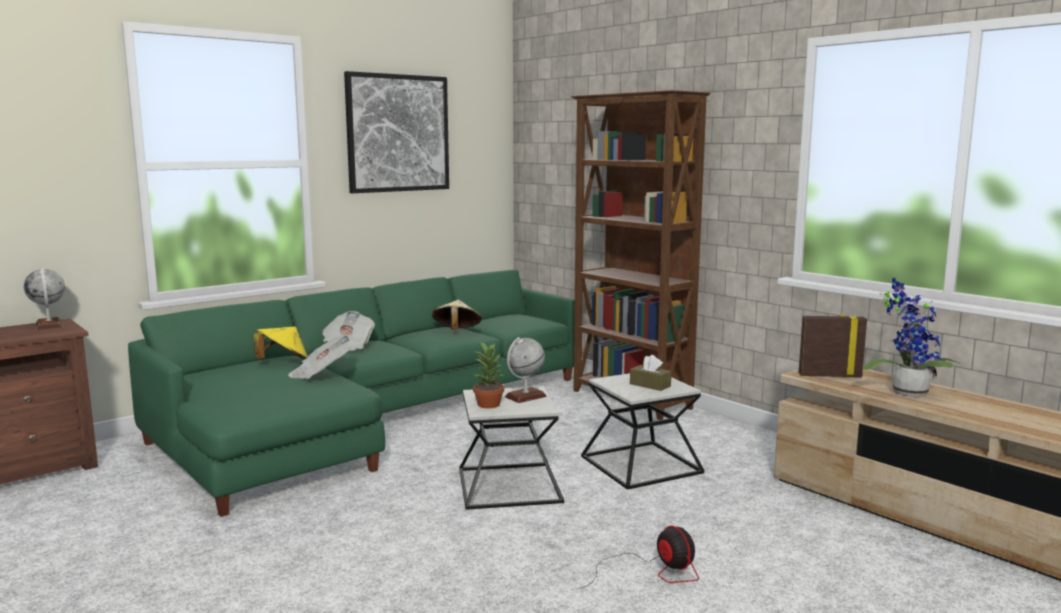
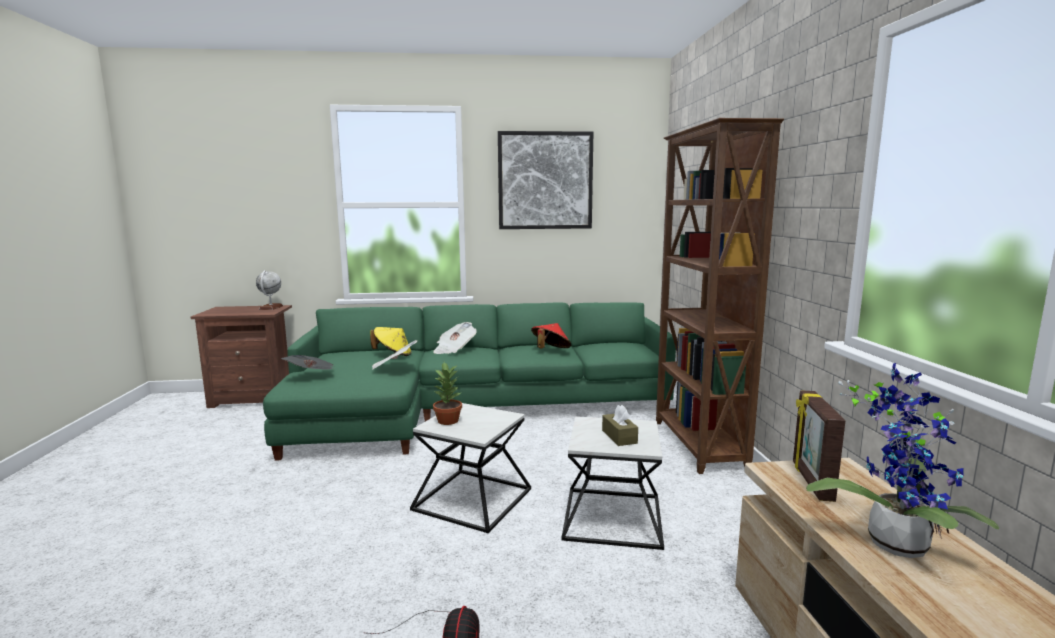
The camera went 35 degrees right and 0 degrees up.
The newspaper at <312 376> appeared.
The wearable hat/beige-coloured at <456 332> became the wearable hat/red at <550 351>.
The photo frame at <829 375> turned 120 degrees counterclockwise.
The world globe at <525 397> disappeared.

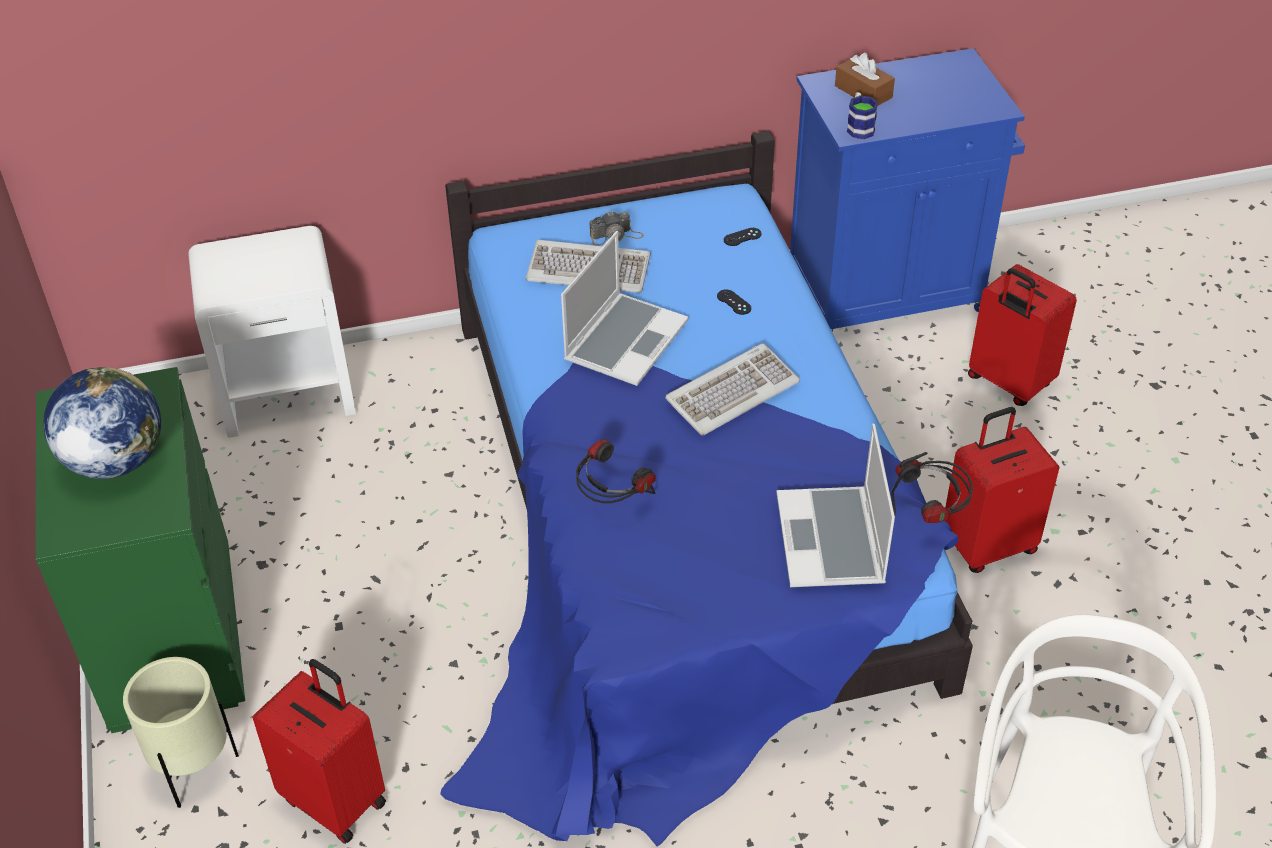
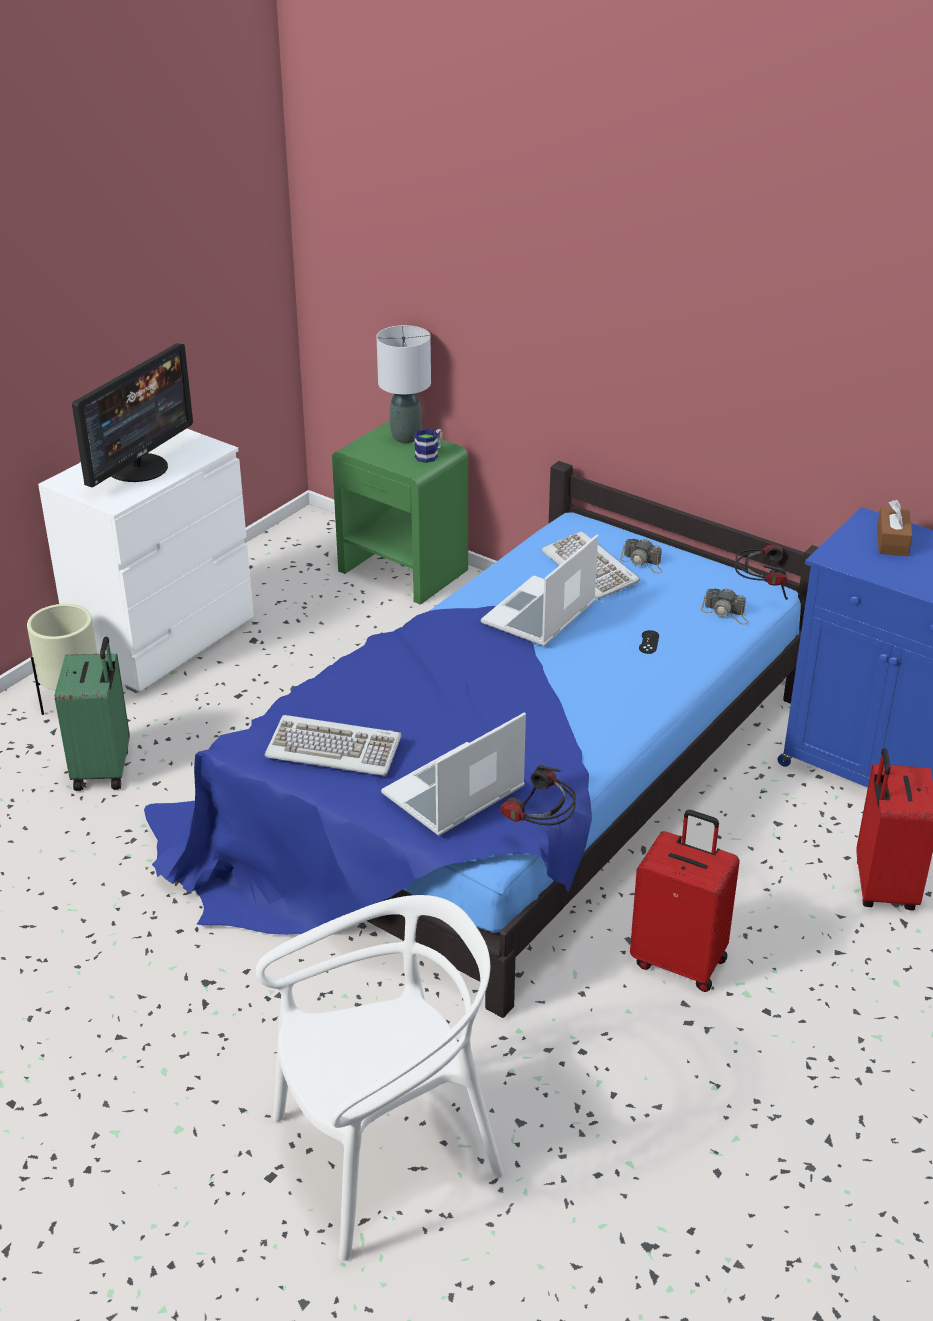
The camera went 50 degrees right and 10 degrees down.
The drawer chest/green at <172 633> became the drawer chest/whitish at <164 639>.
The travel case/red at <336 799> became the travel case/green at <104 769>.
The world globe at <115 461> was replaced by the monitor at <138 467>.
The computer keyboard moved from <732 392> to <334 749>.
The night table/whitish at <288 393> became the night table/green at <404 571>.
The table lamp/greyish at <406 437> appeared.
The coffee mug moved from <859 127> to <430 455>.
The laptop at <625 340> turned 135 degrees clockwise.
The joypad/black-coloured at <742 237> was replaced by the still camera at <726 613>.
The headphones moved from <612 501> to <759 592>.

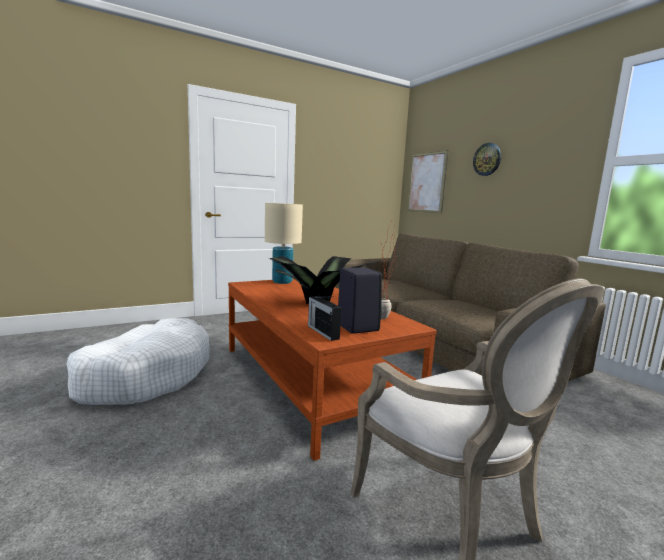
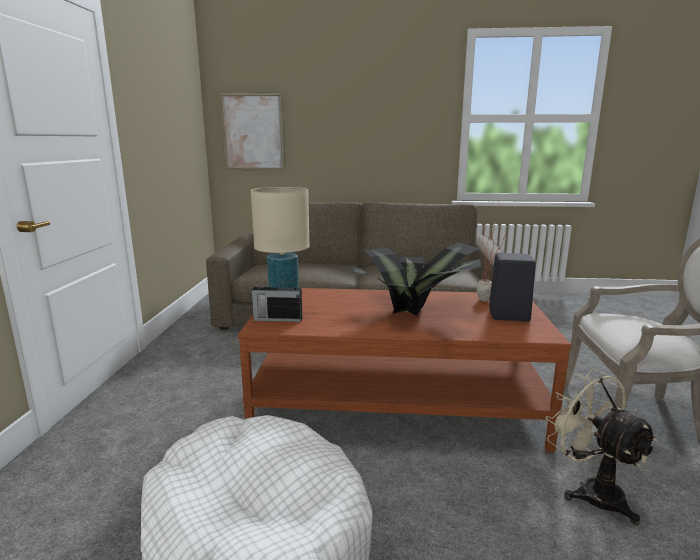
The camera went 55 degrees left and 5 degrees up.
The radio moved from <322 332> to <277 319>.
The electric fan/beige-coloured at <591 491> appeared.
The hanging clock at <487 159> disappeared.

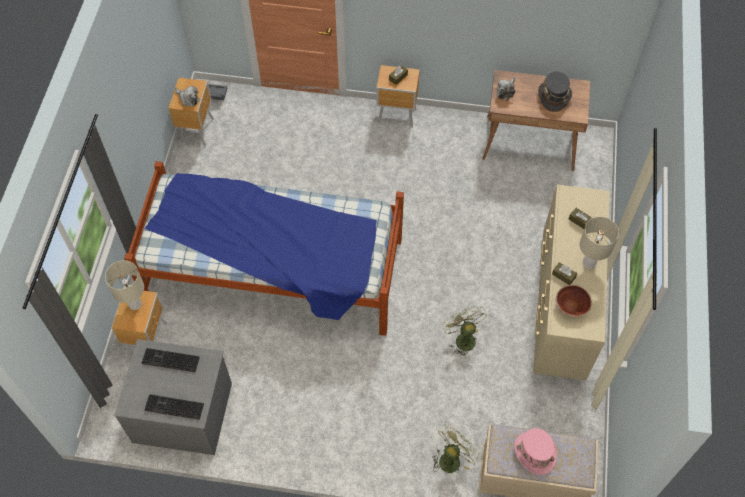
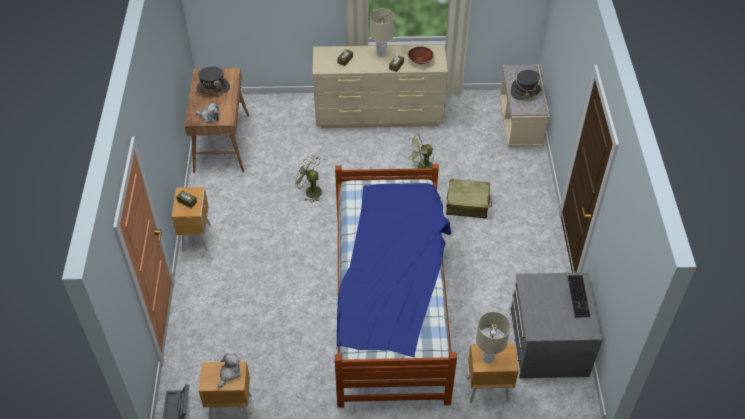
The camera went 100 degrees left and 10 degrees down.
The electric fan/green moved from <452 458> to <310 191>.
The travel case/beige-coloured at <467 204> appeared.
The wearable hat/pinkish at <534 453> became the wearable hat/greyish at <525 91>.
The computer keyboard at <169 361> disappeared.

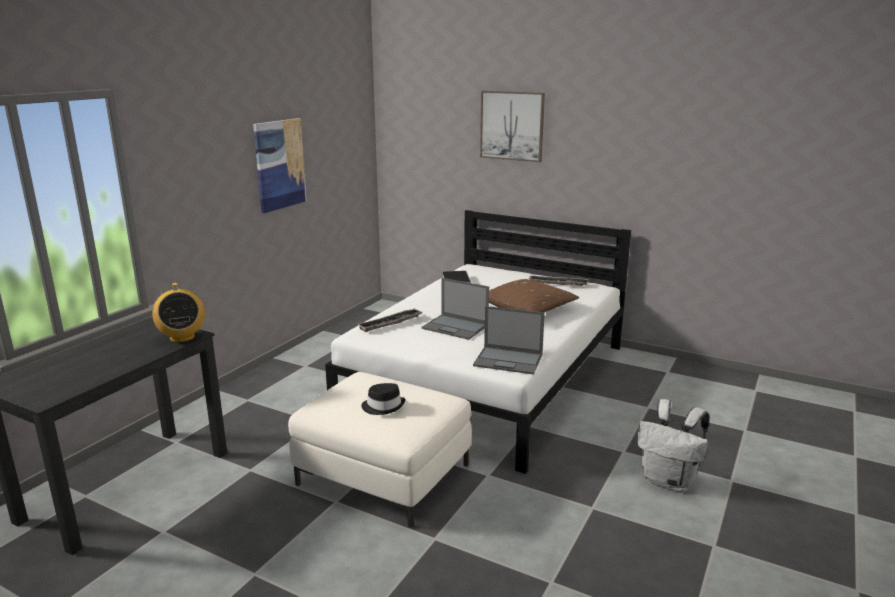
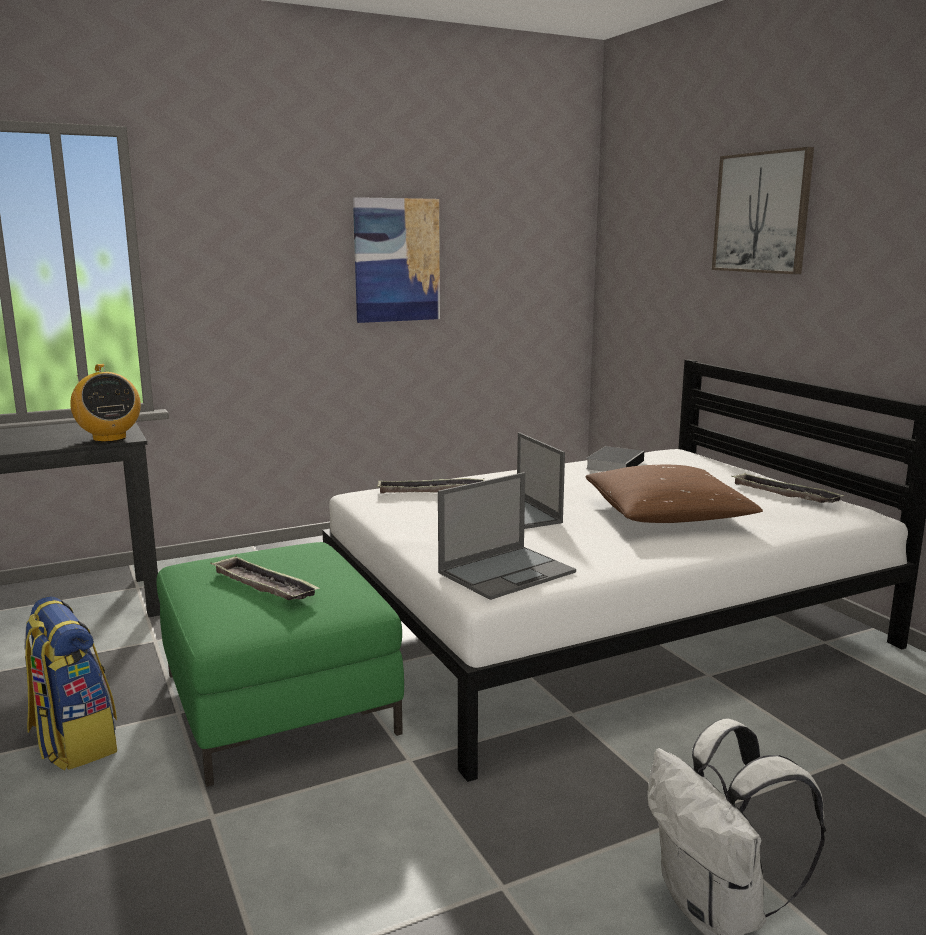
The camera went 35 degrees right and 5 degrees down.
The rucksack at <73 742> appeared.
The radio at <182 337> turned 45 degrees counterclockwise.
The footrest/whitish at <384 475> became the footrest/green at <278 703>.
The wearable hat/black-coloured at <383 406> was replaced by the tray at <263 586>.
The laptop at <509 360> turned 90 degrees counterclockwise.

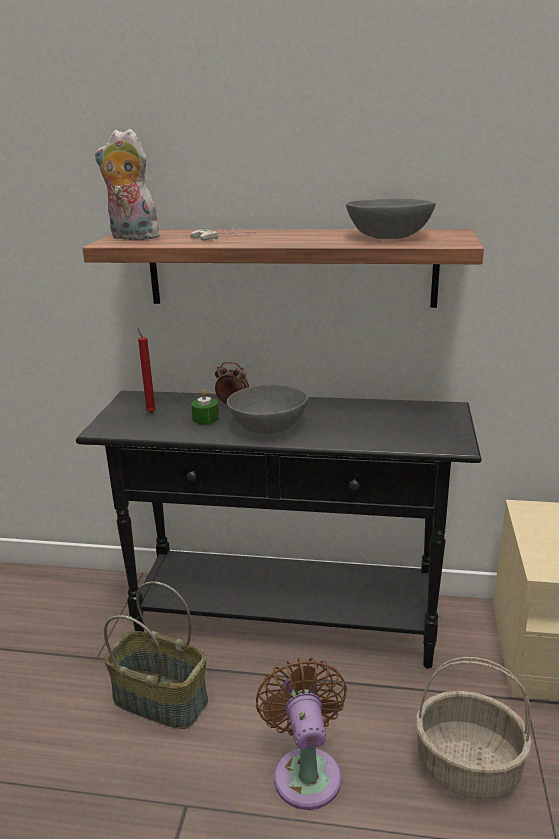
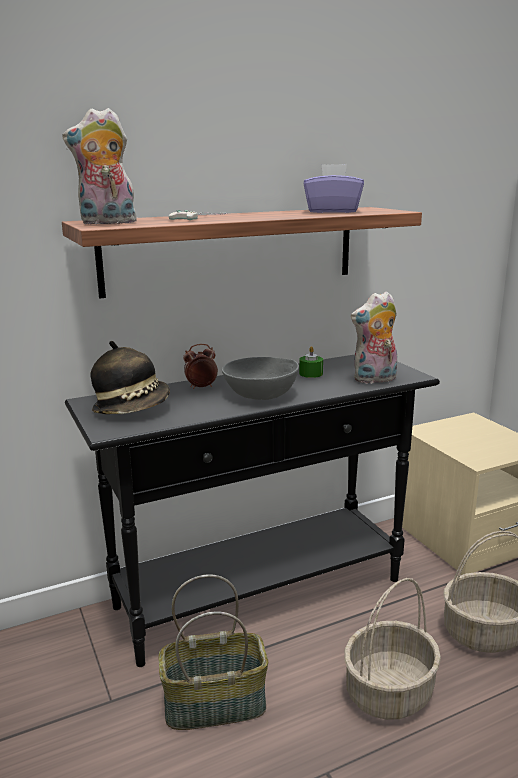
The camera went 35 degrees left and 5 degrees down.
The wax light/red at <150 412> was replaced by the wearable hat at <132 408>.
The wax light/green moved from <205 418> to <311 373>.
The deep dish/greyish at <388 236> was replaced by the box of tissues/purplish at <332 211>.
The electric fan/brown-coloured at <306 771> was replaced by the household basket at <389 693>.
The cuddly toy at <374 380> appeared.

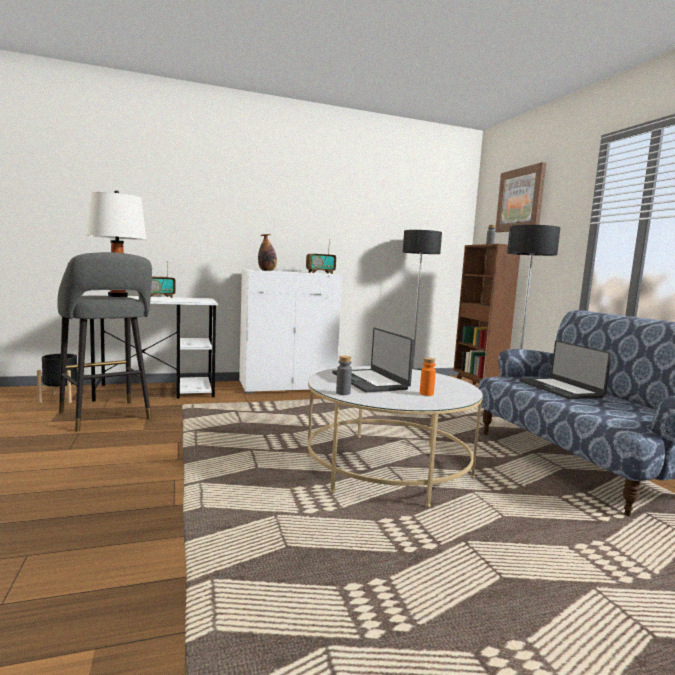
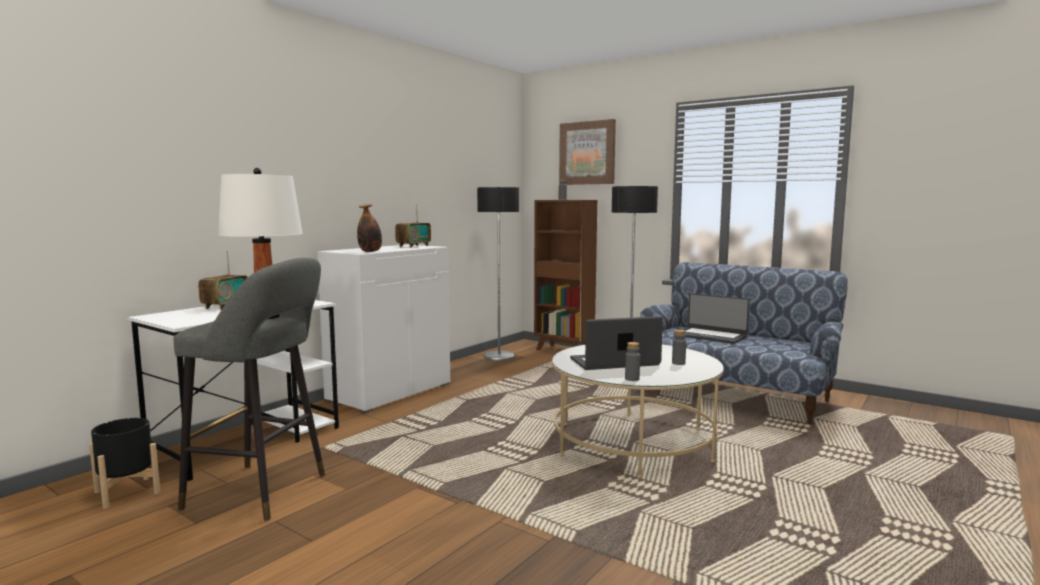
The camera went 35 degrees left and 0 degrees up.
The laptop at <370 381> turned 135 degrees clockwise.
The beverage bottle/orangey at <426 394> became the beverage bottle/greyish at <678 363>.

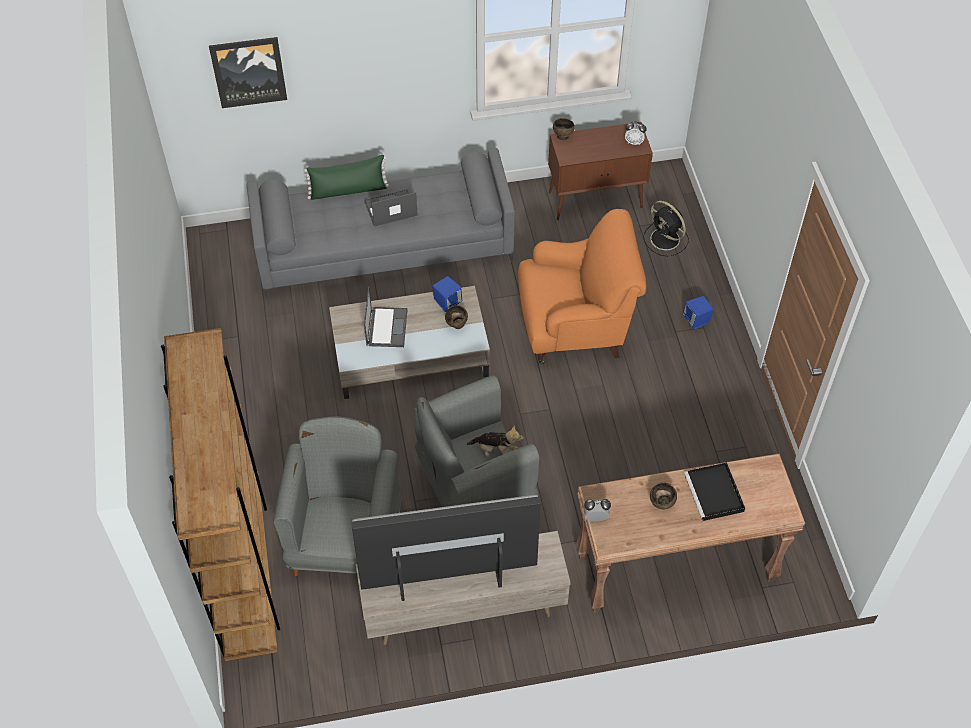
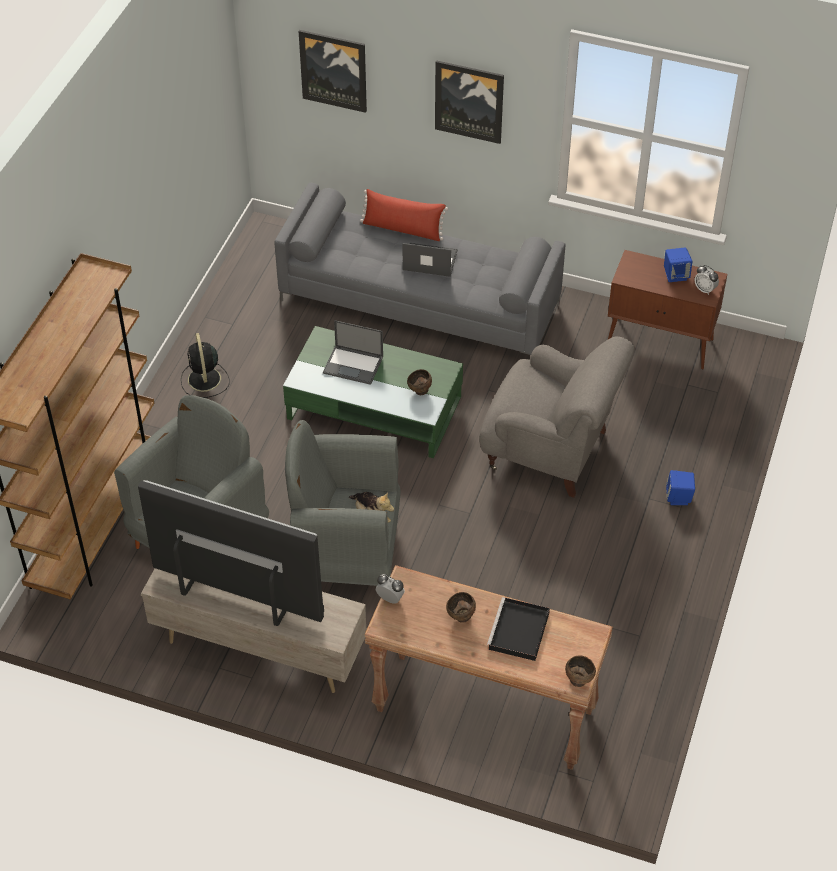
The camera went 30 degrees right and 5 degrees down.
The electric fan/black-coloured moved from <666 240> to <204 380>.
The lounge table/beige-coloured at <410 355> became the lounge table/green at <374 408>.
The laptop at <386 327> turned 75 degrees clockwise.
The throw pillow/green at <348 190> became the throw pillow/red at <403 229>.
The wall picture at <469 101> appeared.
The lounge chair/orangey at <575 327> became the lounge chair/greyish at <550 451>.
The deep dish/brown-coloured moved from <562 136> to <578 679>.
The speaker/blue-coloured moved from <447 302> to <676 275>.

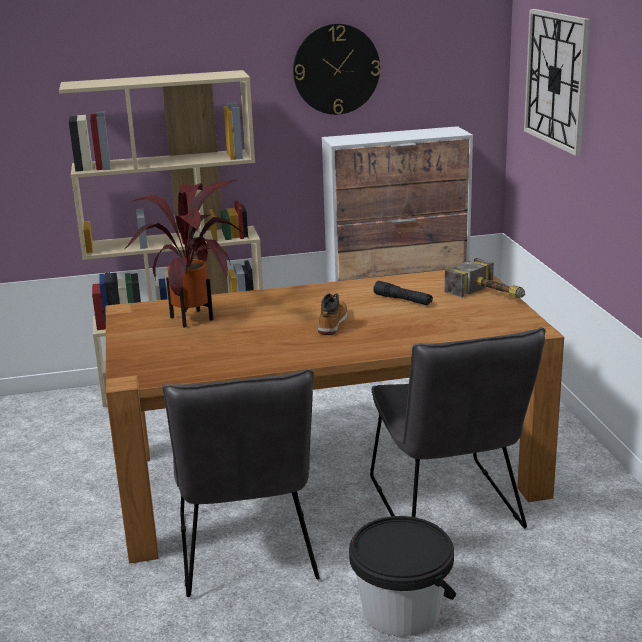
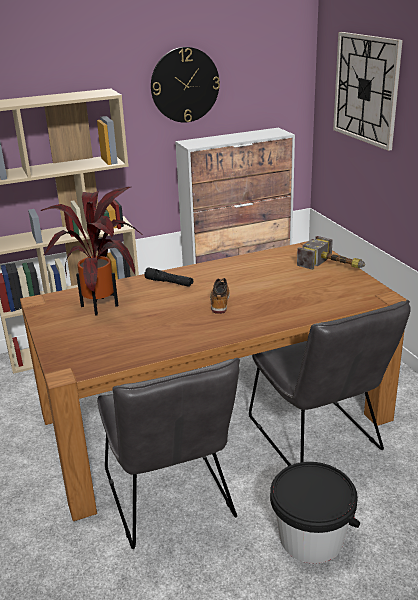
The camera went 10 degrees left and 5 degrees up.
The torch/black-coloured moved from <403 300> to <169 282>.

